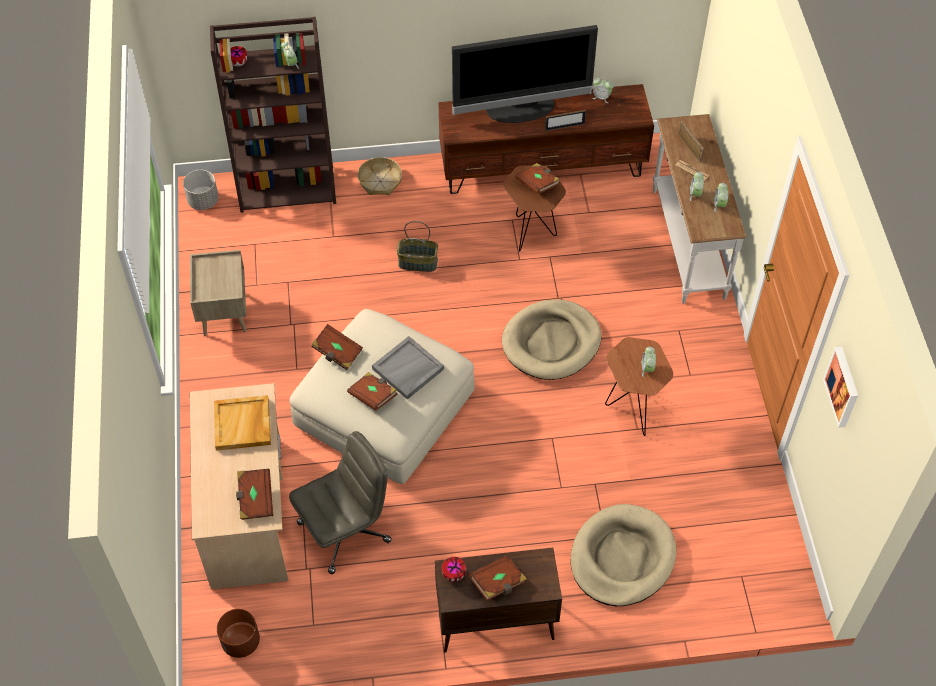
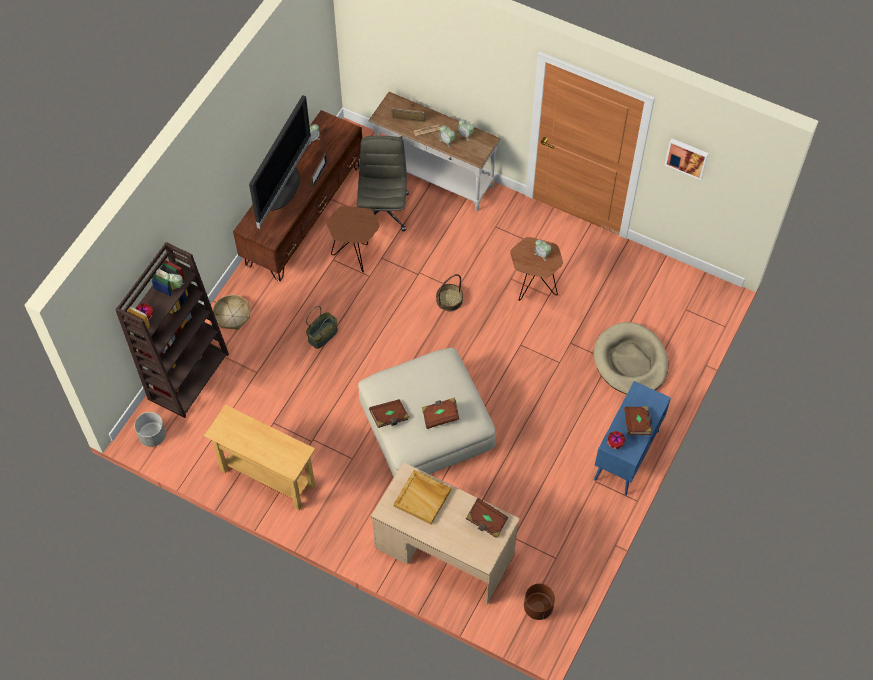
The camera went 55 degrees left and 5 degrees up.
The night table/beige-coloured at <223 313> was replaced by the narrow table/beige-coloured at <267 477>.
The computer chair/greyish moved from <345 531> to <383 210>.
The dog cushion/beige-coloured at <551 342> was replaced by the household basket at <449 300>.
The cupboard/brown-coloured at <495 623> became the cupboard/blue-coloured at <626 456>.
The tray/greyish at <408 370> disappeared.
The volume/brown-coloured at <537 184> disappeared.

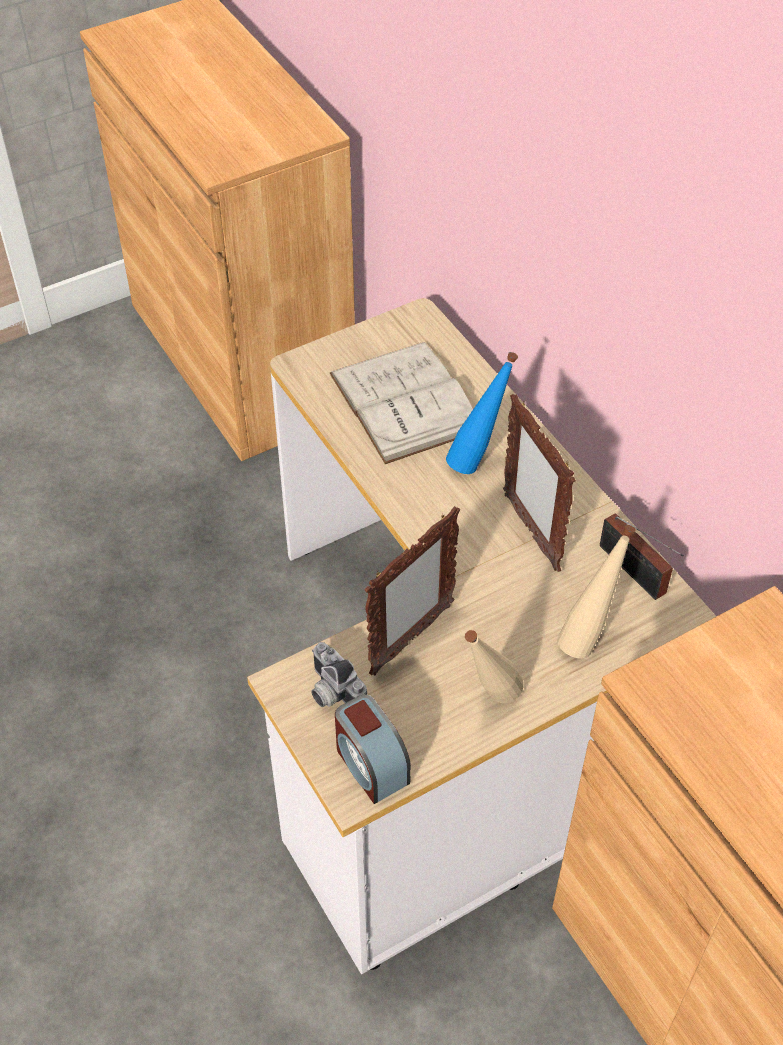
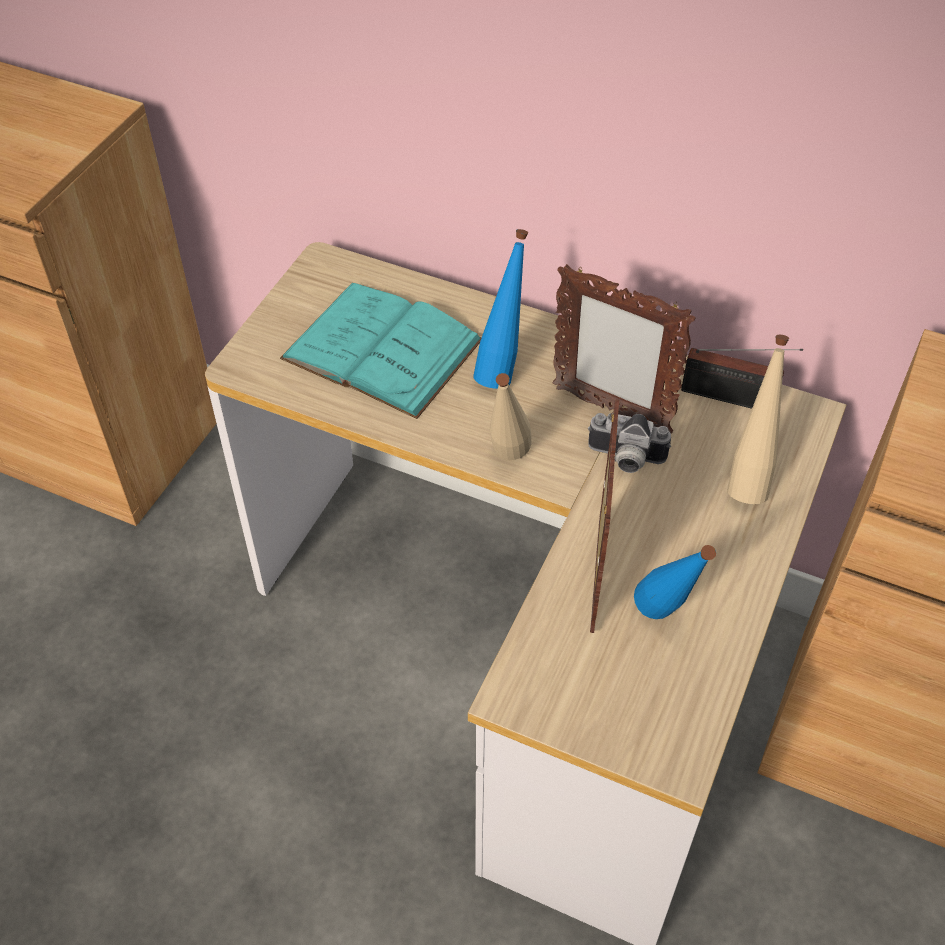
The camera went 35 degrees left and 0 degrees up.
The volume/whitish at <405 401> became the volume/turquoise-coloured at <382 349>.
The beverage bottle/beige-coloured moved from <488 702> to <507 464>.
The still camera moved from <331 692> to <625 459>.
The beverage bottle/blue-coloured at <664 623> appeared.
The bedside clock at <370 764> disappeared.

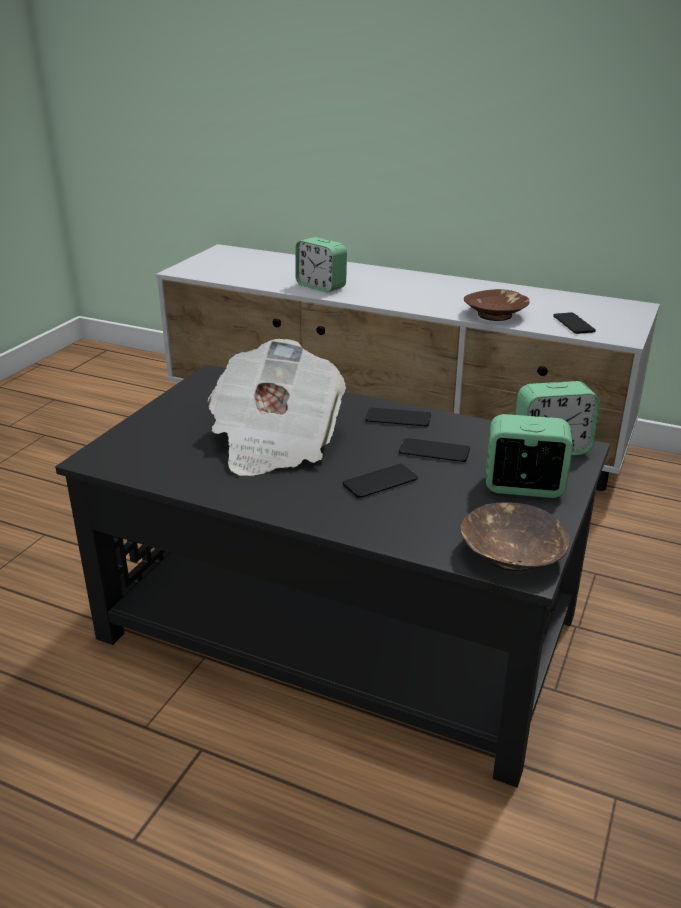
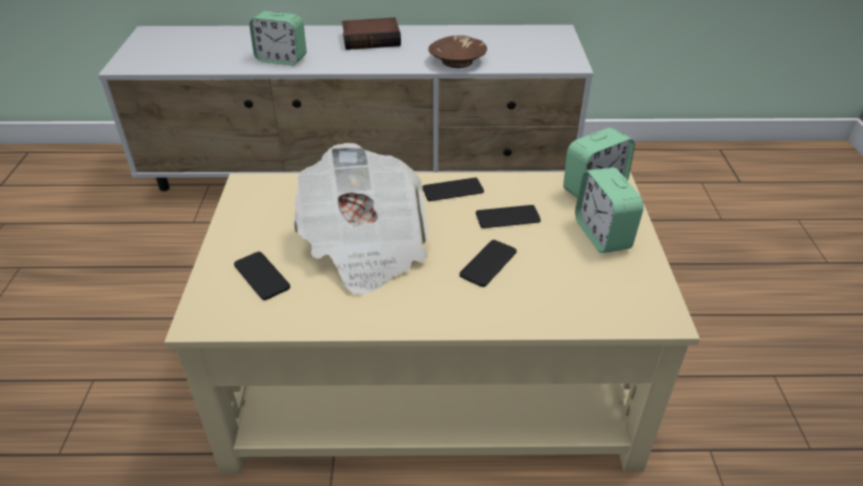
The camera went 25 degrees left and 10 degrees up.
The lounge table/black-coloured at <337 625> became the lounge table/beige-coloured at <429 379>.
The phone moved from <573 324> to <261 276>.
The volume at <372 39> appeared.
The bedside clock at <524 487> turned 90 degrees counterclockwise.
The deep dish/brown-coloured at <510 553> disappeared.

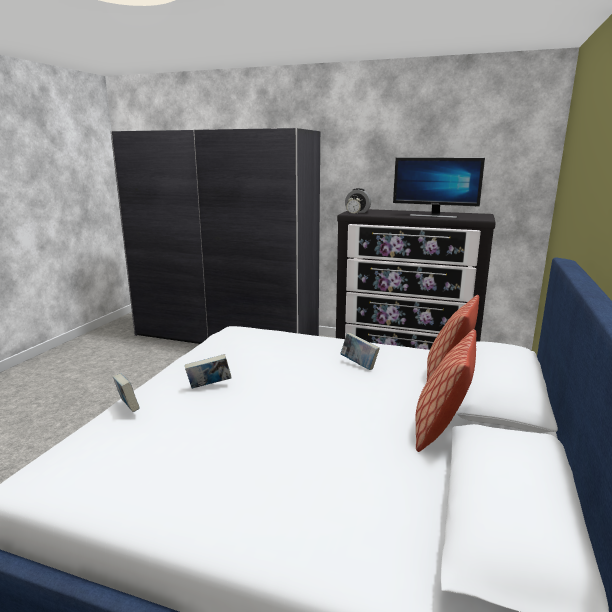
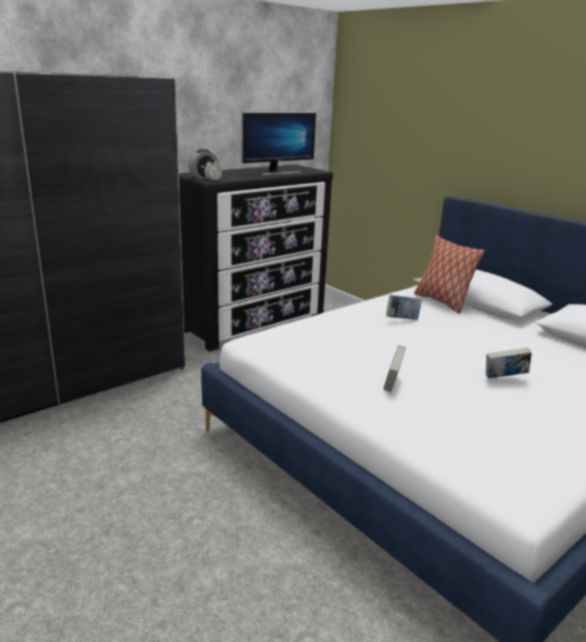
The camera went 60 degrees left and 5 degrees up.
The volume moved from <128 408> to <504 378>.
The throw pillow at <441 429> disappeared.

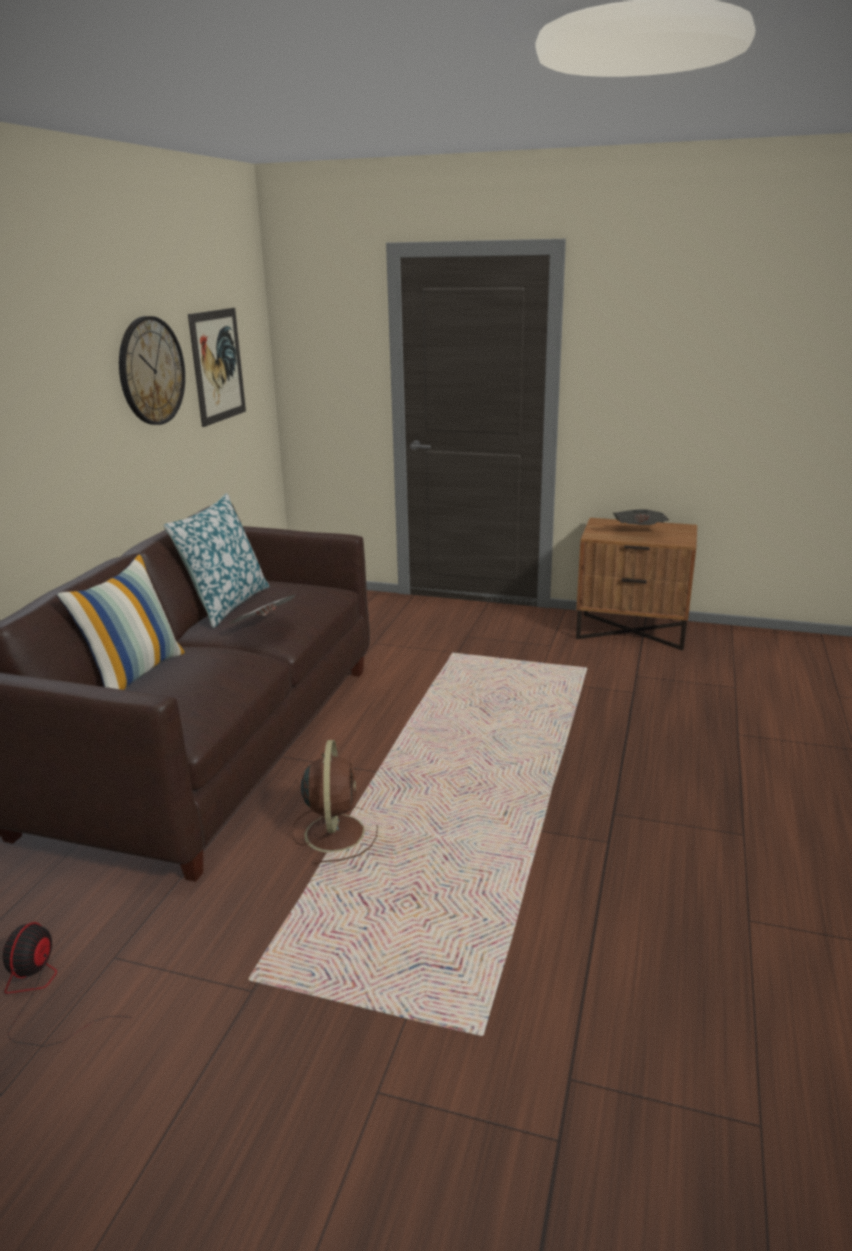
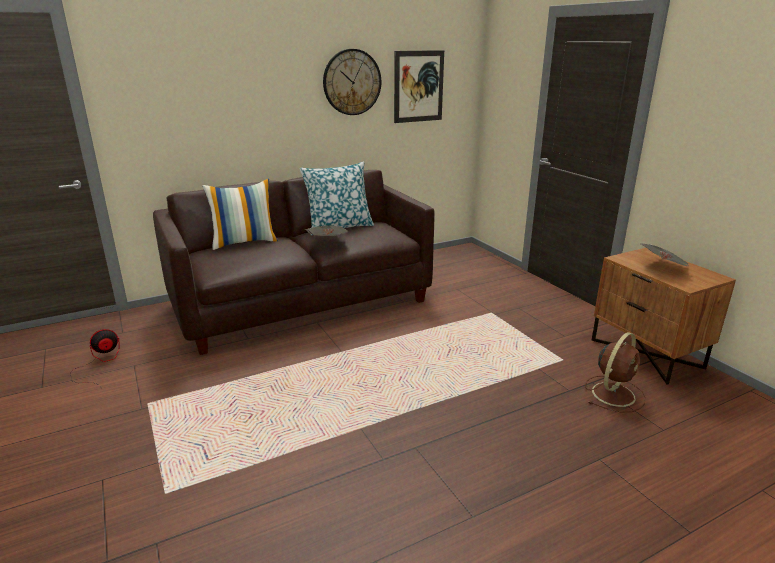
The camera went 45 degrees right and 0 degrees up.
The electric fan/brown-coloured moved from <335 831> to <614 393>.

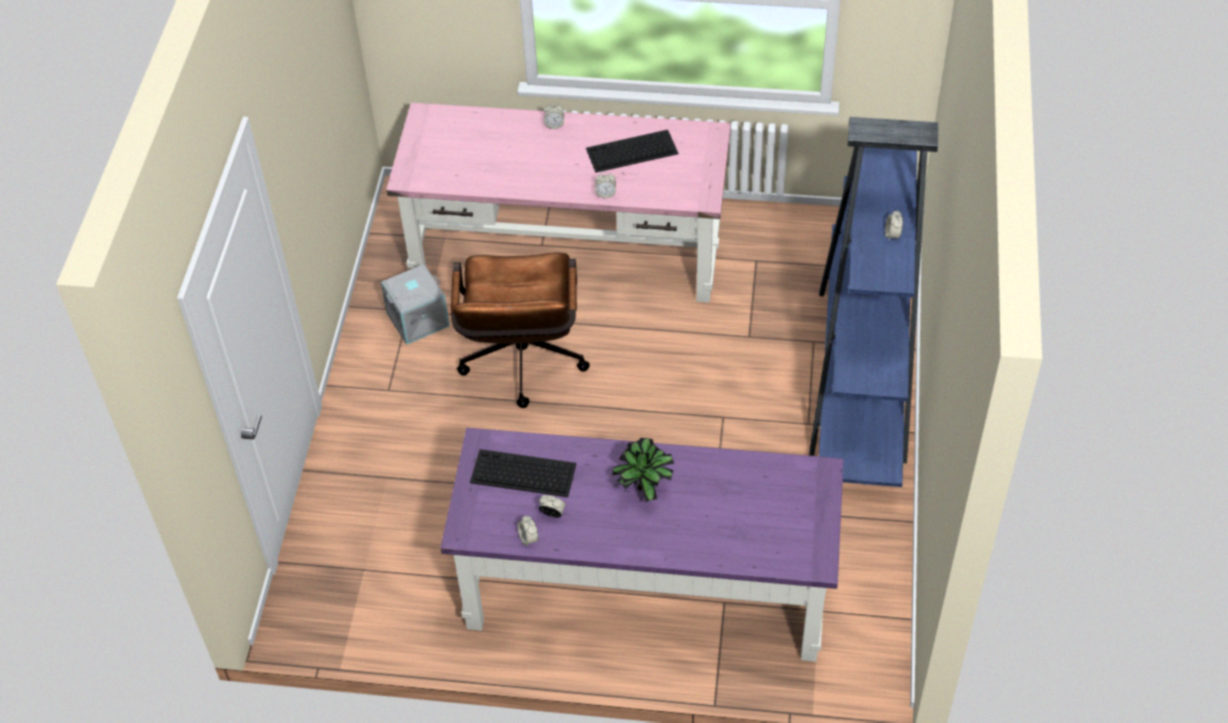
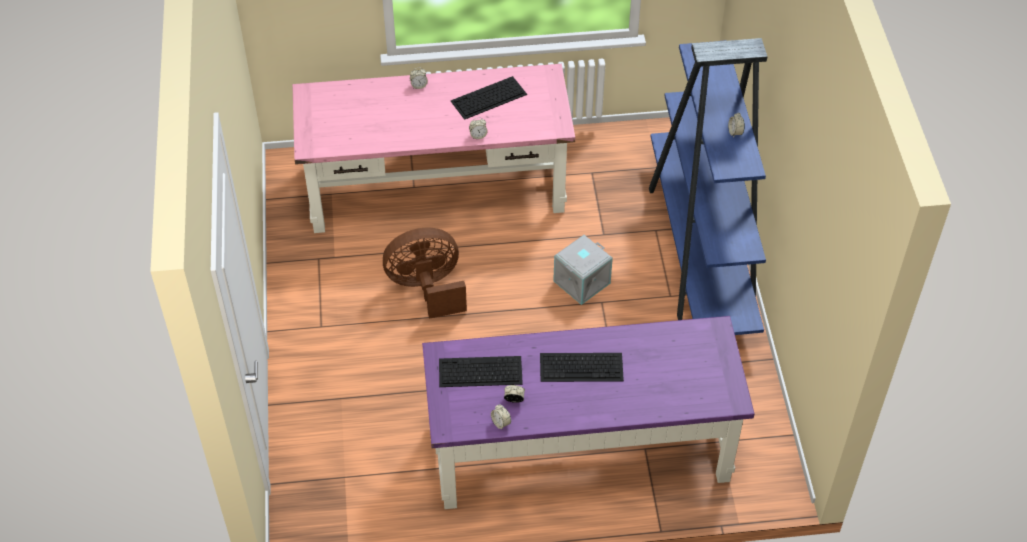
The camera went 15 degrees left and 0 degrees up.
The computer chair/brown-coloured at <522 366> was replaced by the electric fan/brown-coloured at <427 288>.
The potted plant at <645 489> was replaced by the computer keyboard at <582 367>.
The storage box/greyish moved from <418 318> to <581 281>.

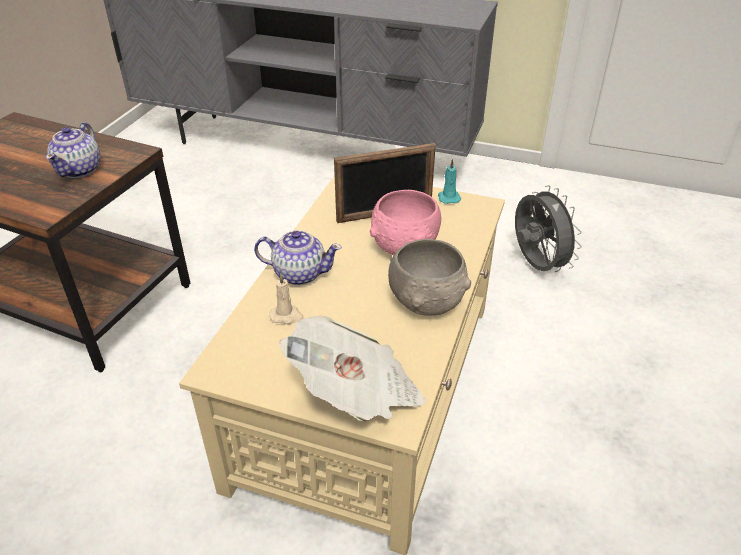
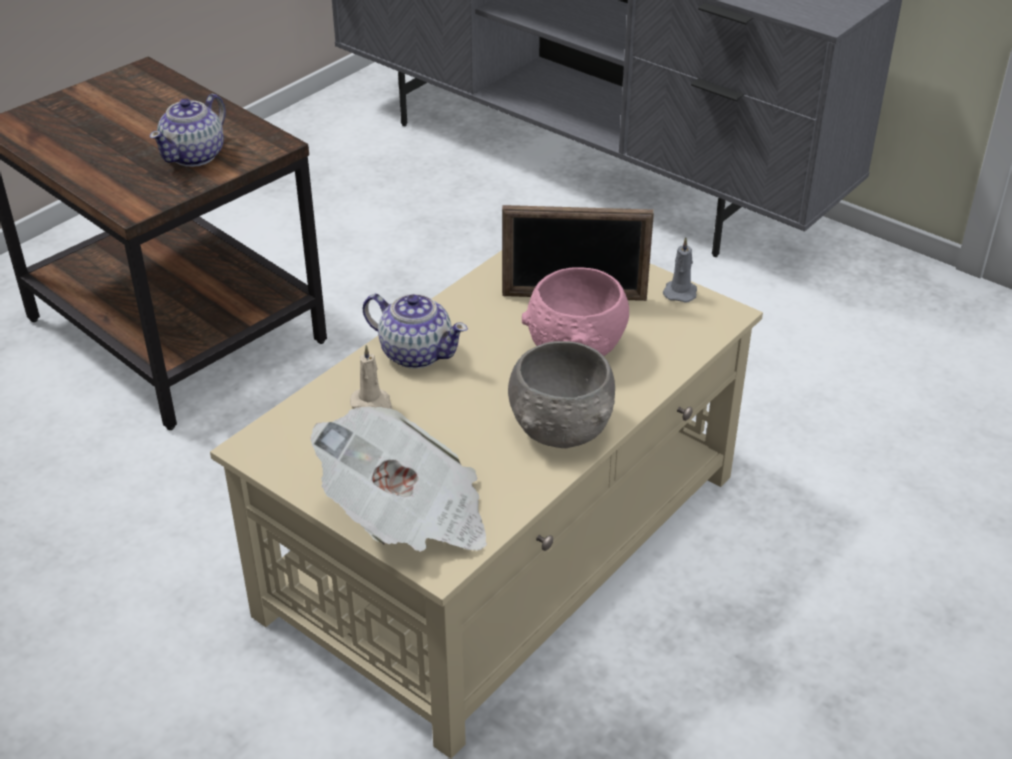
The camera went 20 degrees right and 0 degrees up.
The wax light/turquoise-coloured at <448 197> became the wax light/greyish at <680 292>.
The electric fan/greyish at <535 265> disappeared.

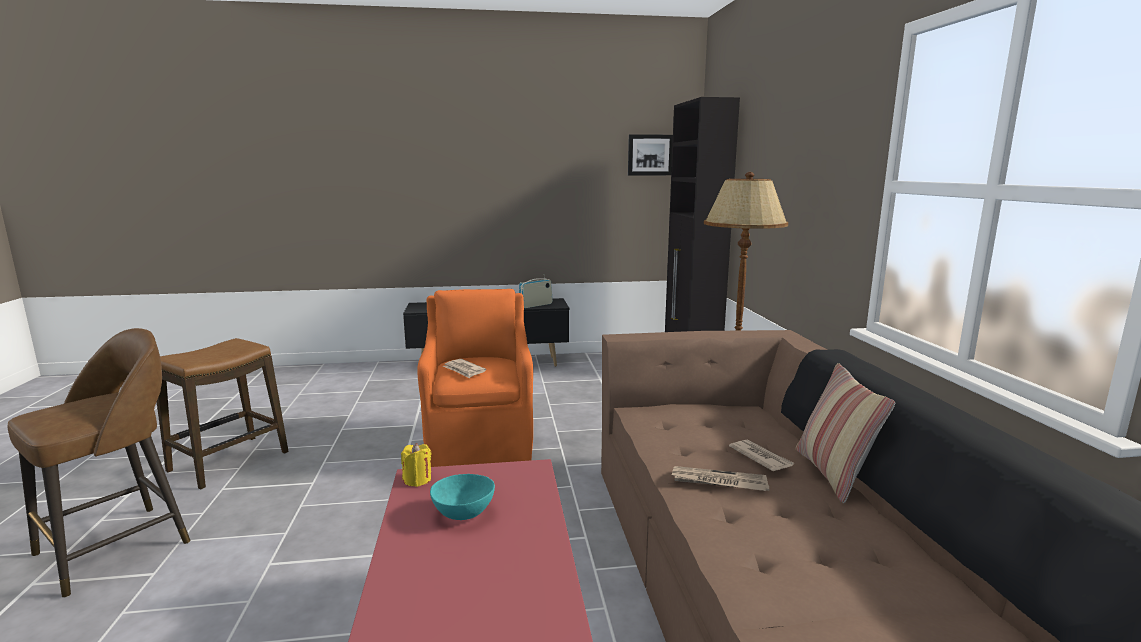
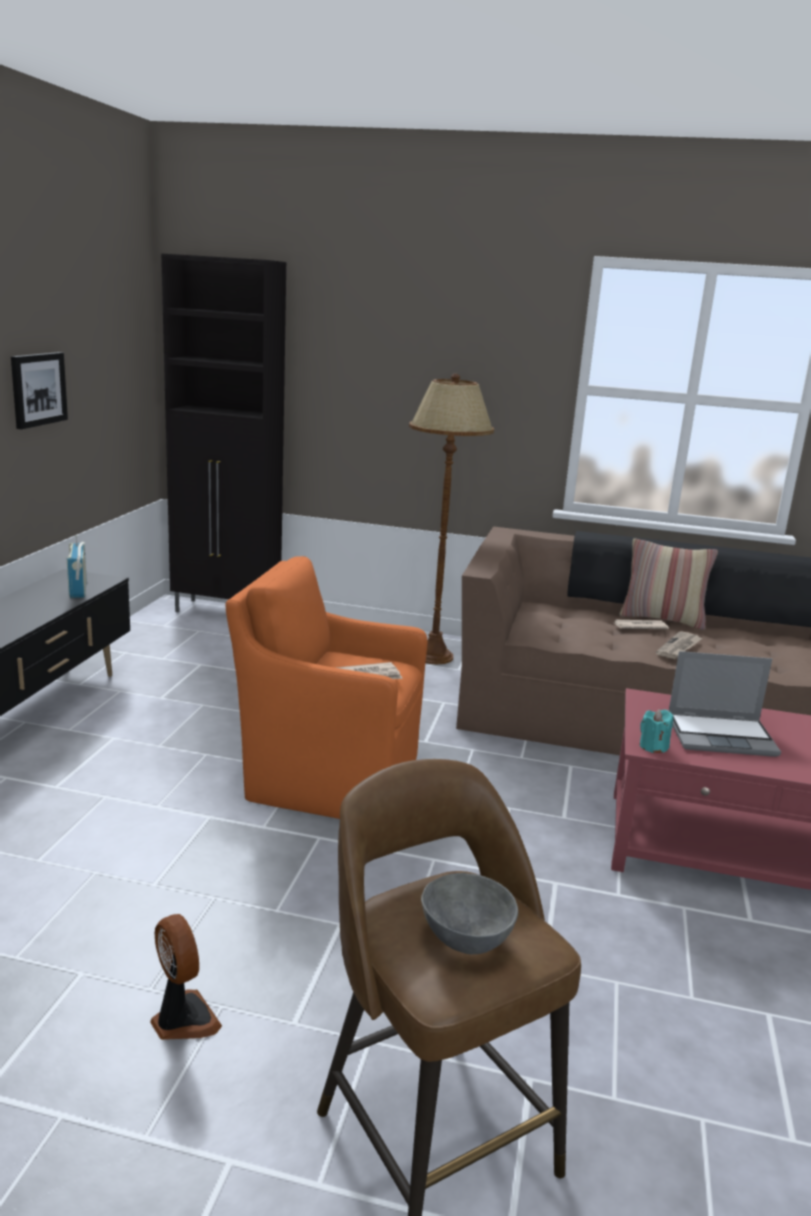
The camera went 70 degrees left and 5 degrees up.
The wall picture moved from <650 155> to <38 389>.
The stool seat at <229 462> was replaced by the electric fan at <182 1020>.
The deep dish/greyish at <465 937> appeared.
The wax light/yellowish at <417 480> became the wax light/turquoise-coloured at <653 747>.
The deep dish/turquoise-coloured at <464 514> was replaced by the laptop at <722 736>.

